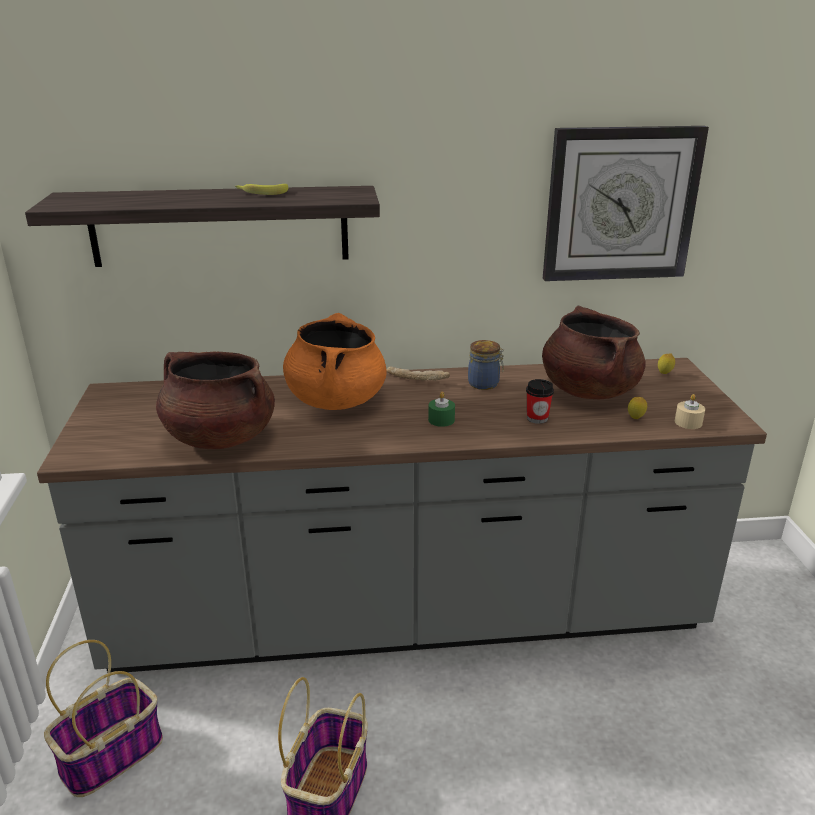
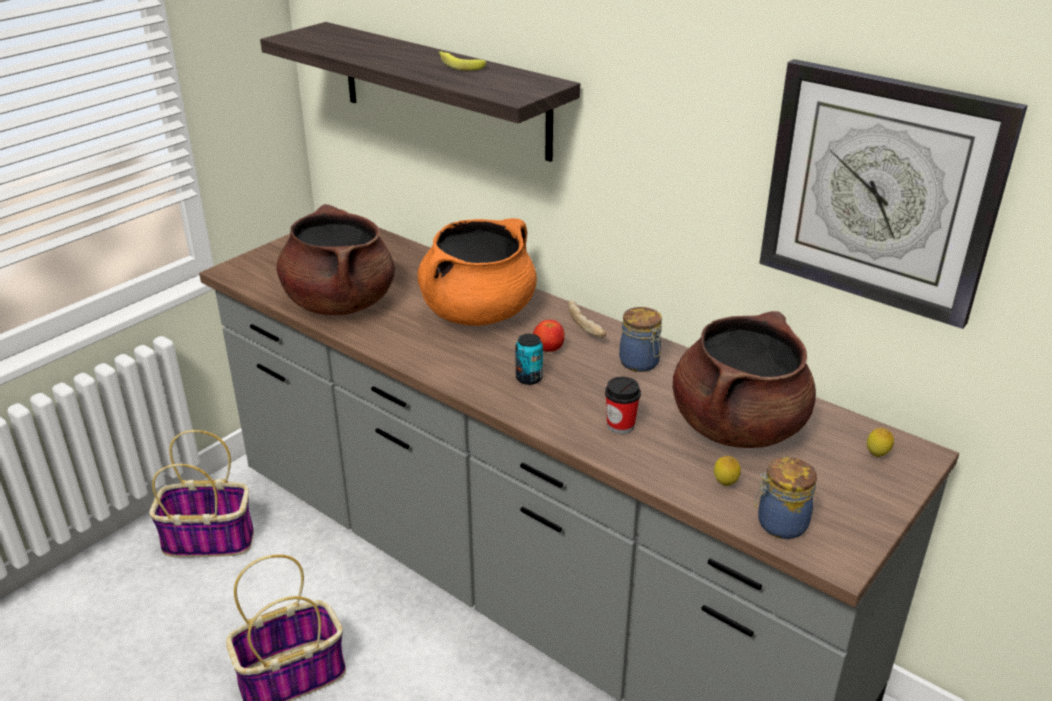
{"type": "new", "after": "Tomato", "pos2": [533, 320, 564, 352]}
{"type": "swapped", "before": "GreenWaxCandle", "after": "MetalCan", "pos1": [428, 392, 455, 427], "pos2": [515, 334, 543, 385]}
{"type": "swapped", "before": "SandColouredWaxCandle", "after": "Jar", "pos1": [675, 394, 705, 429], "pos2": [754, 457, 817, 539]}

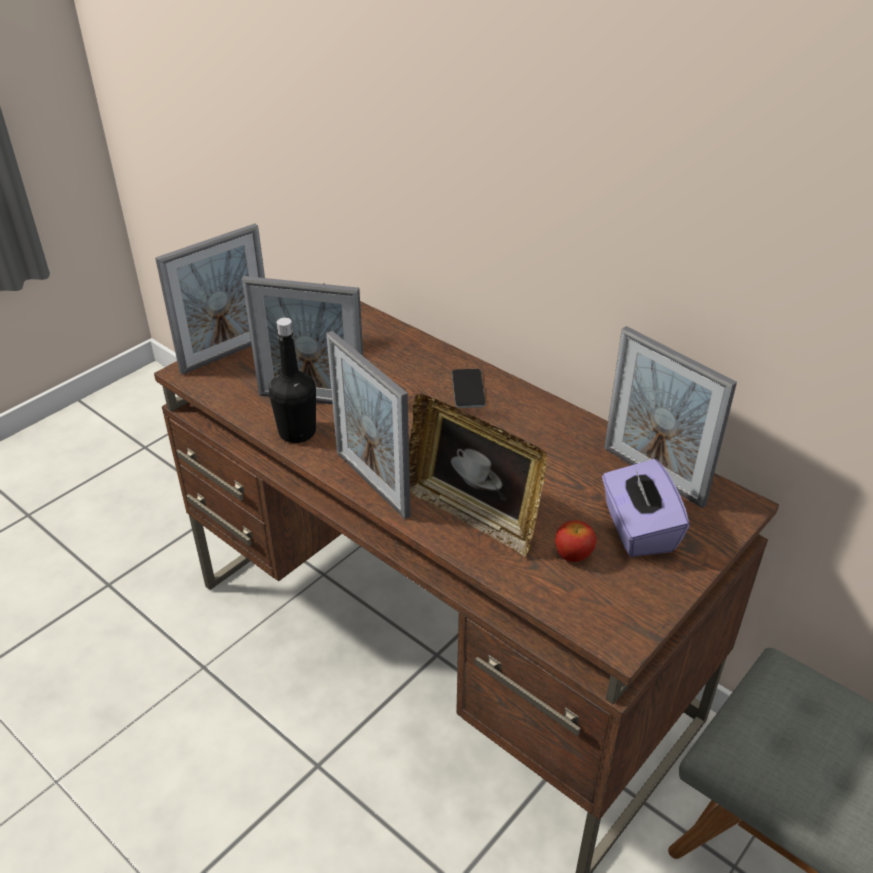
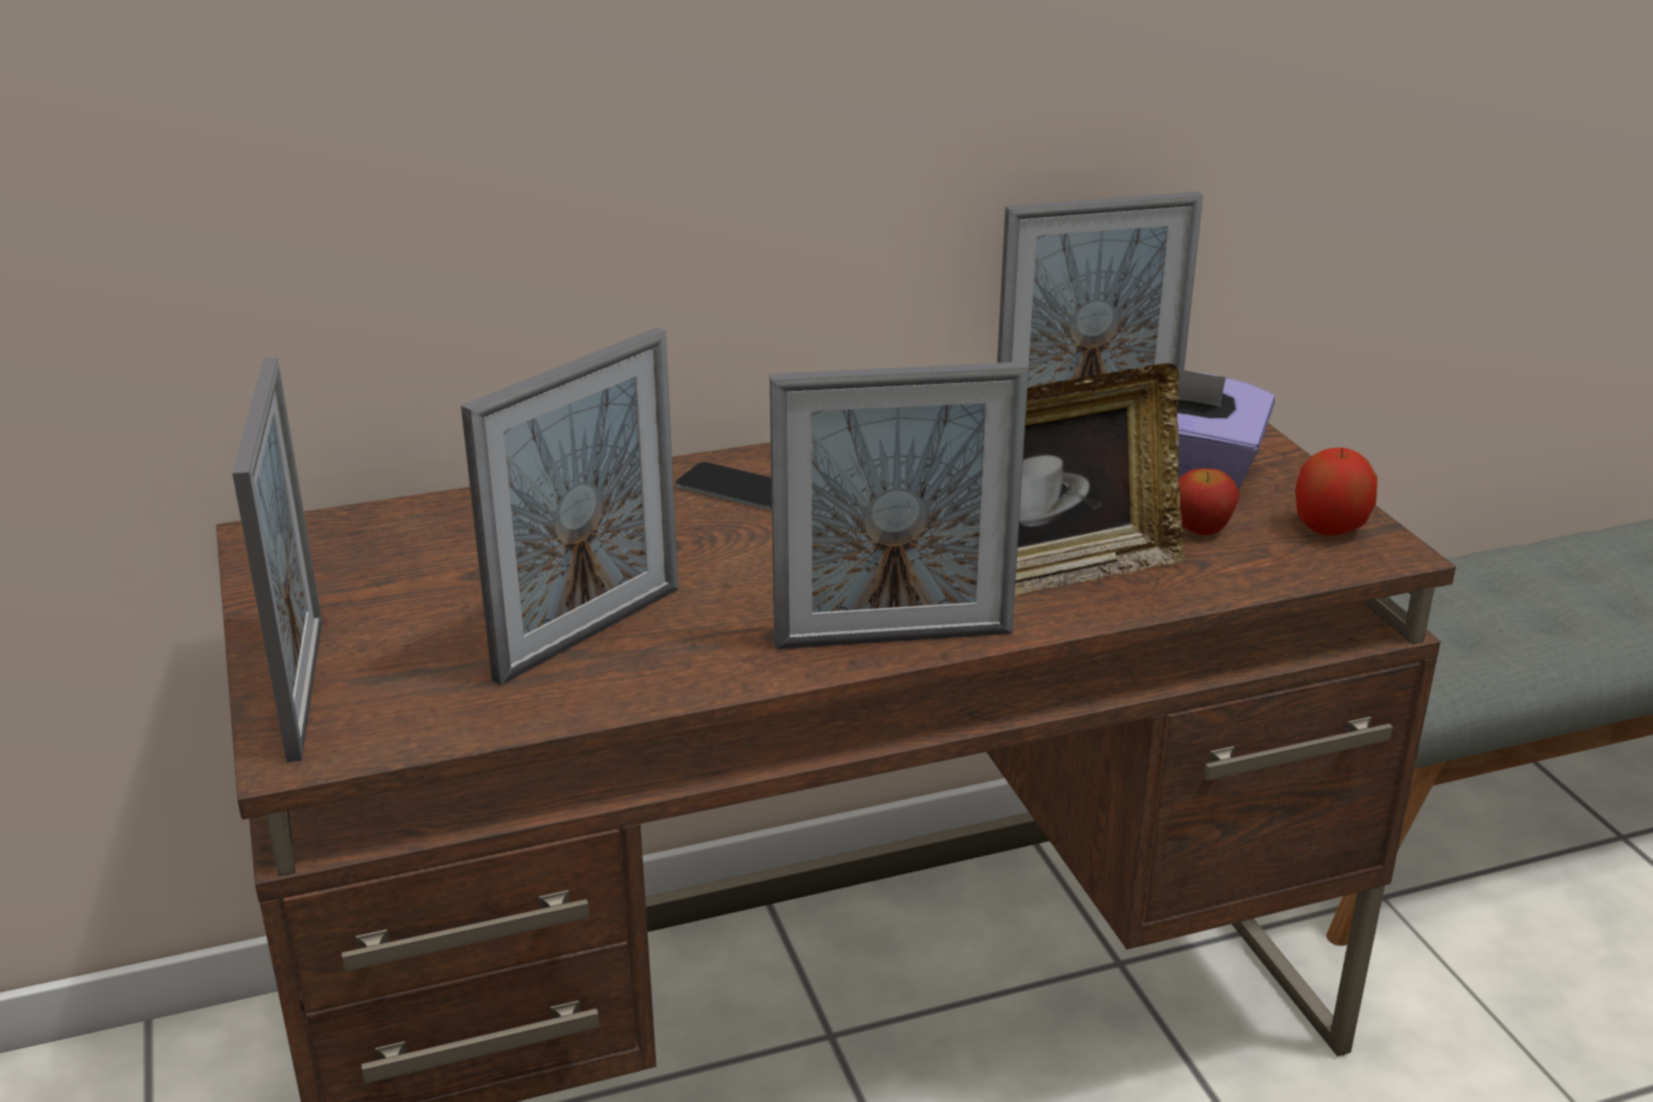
{"type": "gone", "before": "BlackColouredBottle", "pos1": [269, 318, 316, 443]}
{"type": "new", "after": "WholeApple", "pos2": [1295, 447, 1378, 536]}

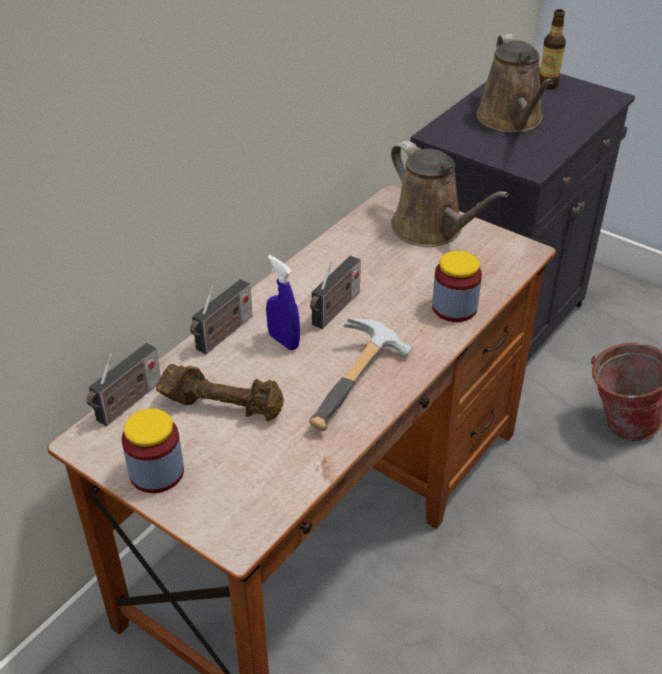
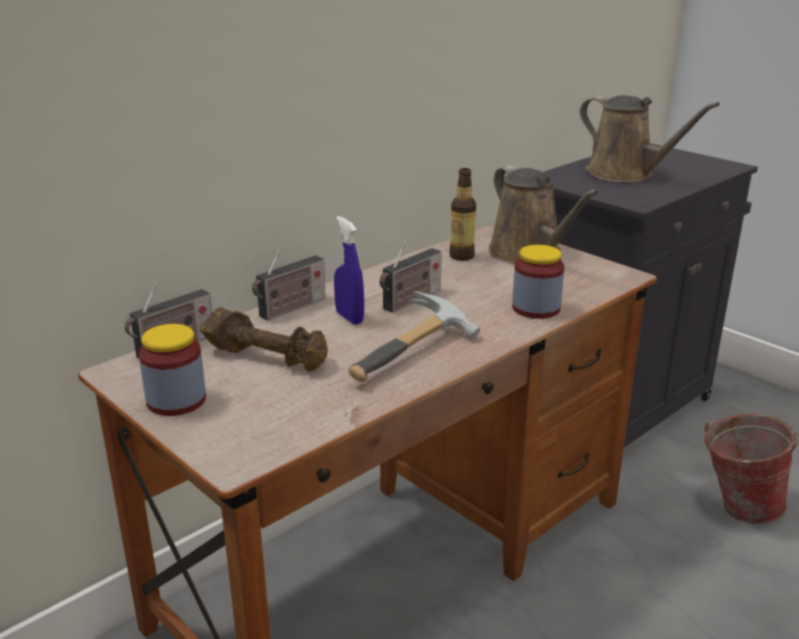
{"type": "shifted", "before": "Bottle", "pos1": [540, 9, 566, 89], "pos2": [449, 168, 476, 261]}
{"type": "rotated", "before": "BrownColouredSprinklingCan", "pos1": [476, 34, 553, 133], "pos2": [580, 95, 720, 182], "turn": -45}

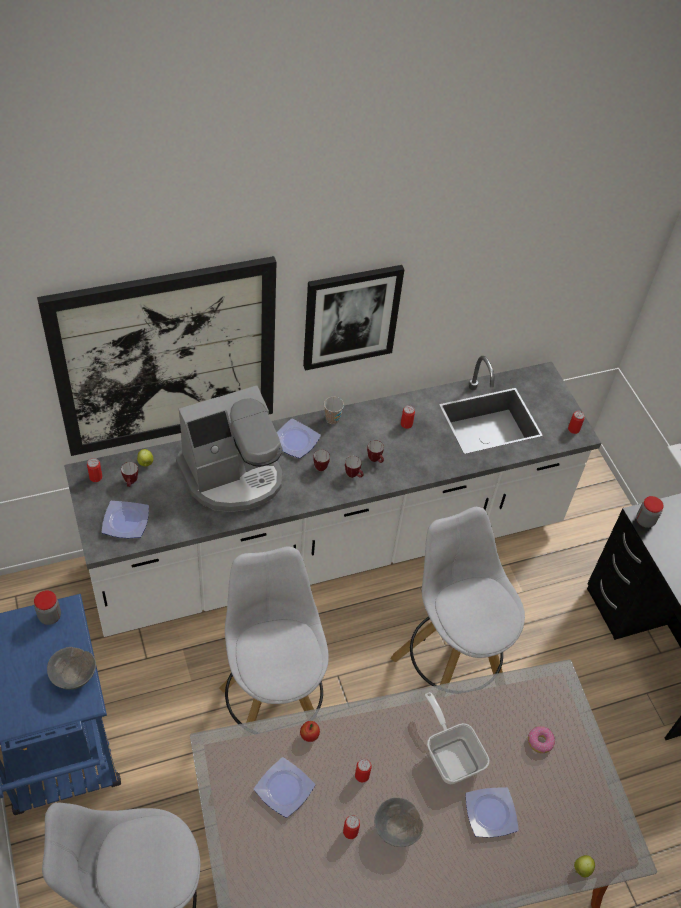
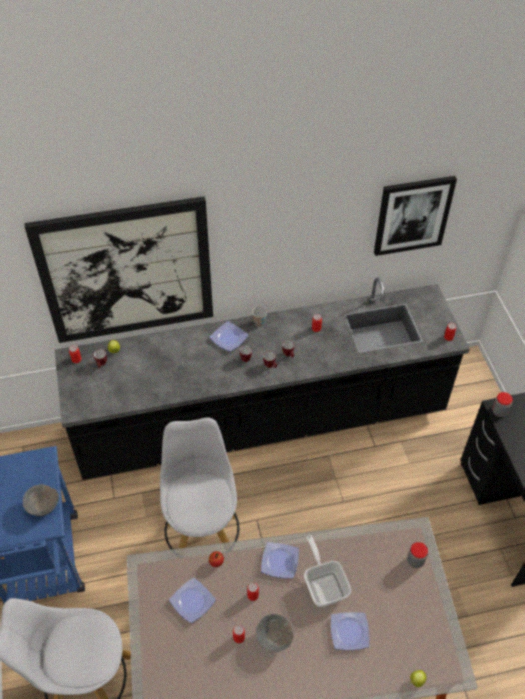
{"type": "gone", "before": "CoffeeMaker", "pos1": [176, 385, 283, 512]}
{"type": "gone", "before": "WhitishSittingStool", "pos1": [390, 507, 525, 686]}
{"type": "gone", "before": "RingDoughnut", "pos1": [528, 726, 555, 753]}
{"type": "shifted", "before": "Jar", "pos1": [34, 591, 61, 625], "pos2": [407, 542, 428, 568]}
{"type": "shifted", "before": "DinnerPlate", "pos1": [102, 501, 149, 538], "pos2": [261, 542, 299, 578]}
{"type": "shifted", "before": "WallArt", "pos1": [303, 265, 404, 371], "pos2": [374, 176, 457, 256]}
{"type": "repainted", "before": "WhitishKitchenCounter", "after": "BlackColouredKitchenCounter", "pos1": [64, 356, 601, 637], "pos2": [55, 277, 470, 480]}

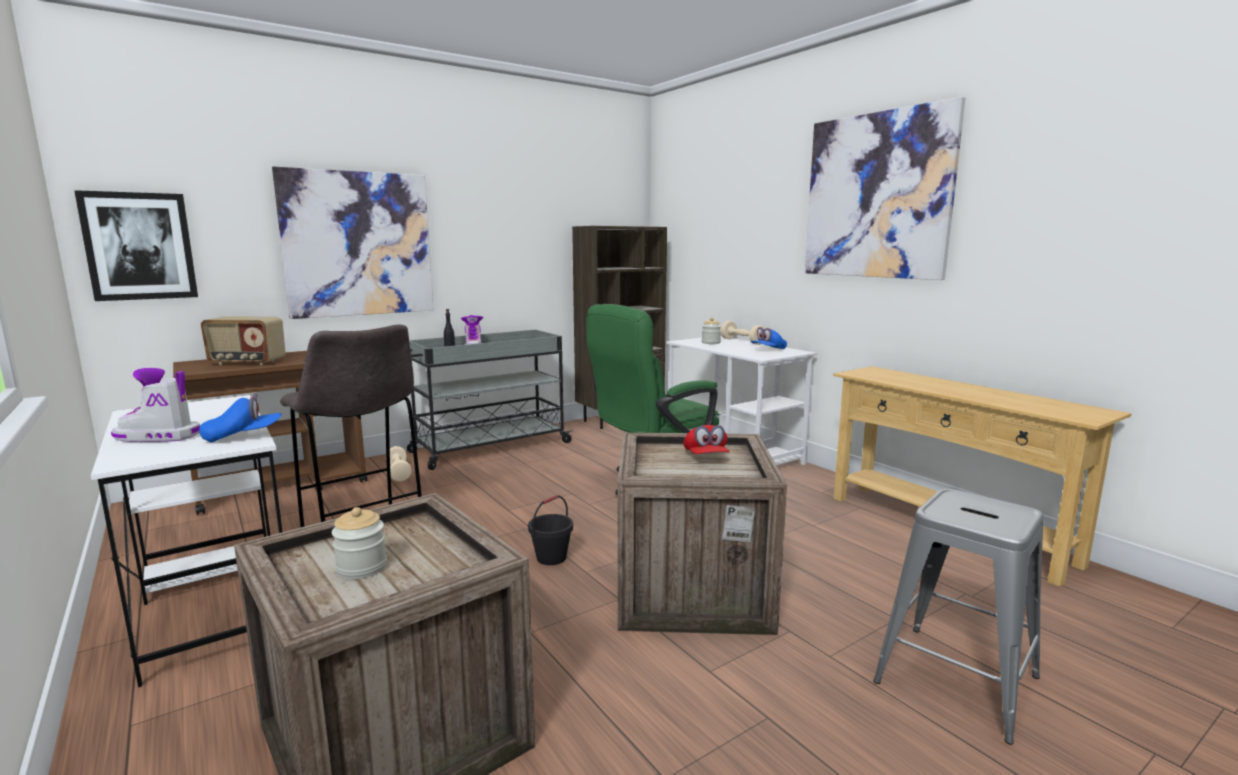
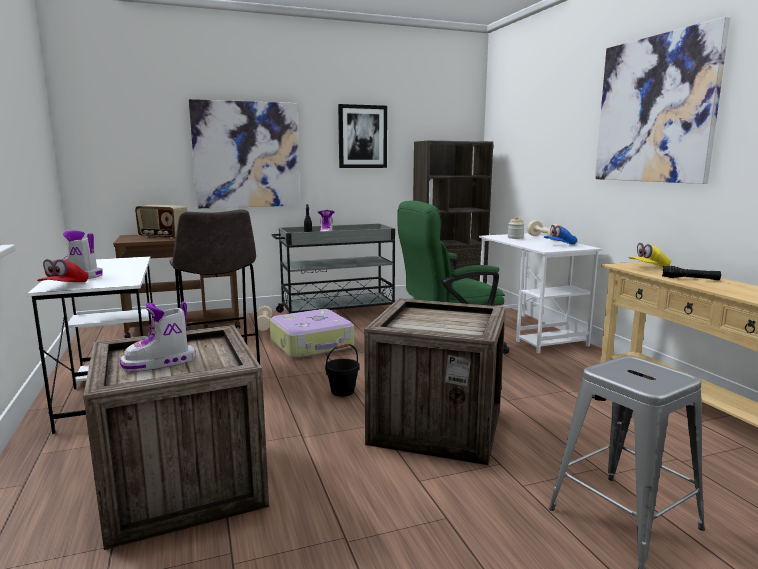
{"type": "gone", "before": "BluePeakedCap", "pos1": [199, 393, 282, 442]}
{"type": "new", "after": "TravelCase", "pos2": [270, 309, 354, 359]}
{"type": "new", "after": "YellowColouredPeakedCap", "pos2": [629, 243, 671, 267]}
{"type": "new", "after": "BlackColouredHandTorch", "pos2": [662, 266, 721, 280]}
{"type": "shifted", "before": "WallArt", "pos1": [74, 190, 198, 301], "pos2": [338, 104, 387, 168]}
{"type": "shifted", "before": "ReddishPeakedCap", "pos1": [684, 425, 730, 454], "pos2": [37, 259, 88, 282]}
{"type": "swapped", "before": "Jar", "after": "HighTopBoot", "pos1": [332, 507, 387, 579], "pos2": [120, 301, 196, 372]}

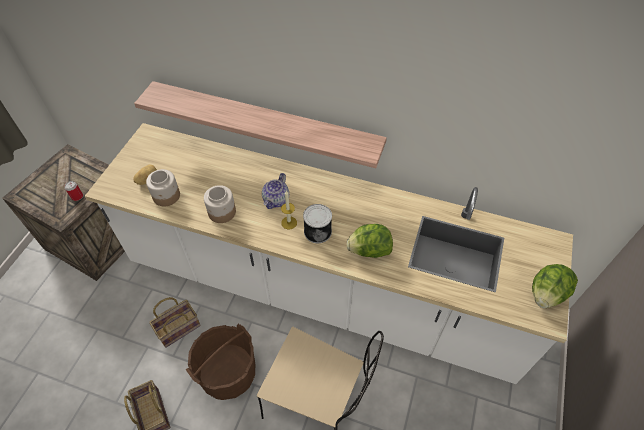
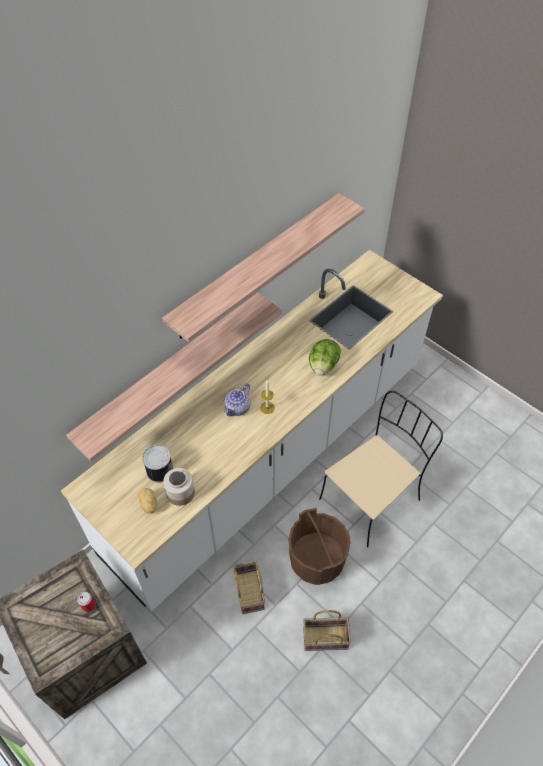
{"type": "gone", "before": "Jar", "pos1": [204, 185, 236, 223]}
{"type": "gone", "before": "HeadOfLettuce", "pos1": [532, 264, 578, 308]}
{"type": "new", "after": "BracketShelf", "pos2": [162, 193, 365, 342]}
{"type": "shifted", "before": "MetalCan", "pos1": [303, 204, 332, 243], "pos2": [142, 445, 174, 483]}
{"type": "rotated", "before": "PotForTea", "pos1": [262, 173, 289, 209], "pos2": [224, 383, 251, 416], "turn": 75}

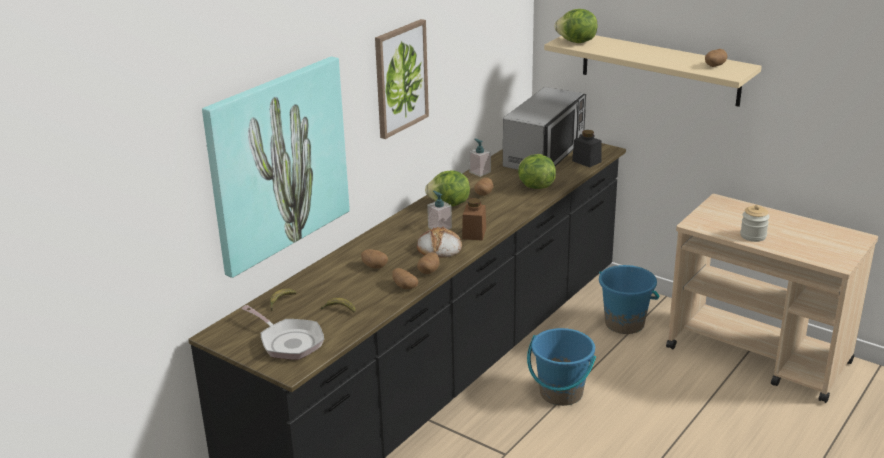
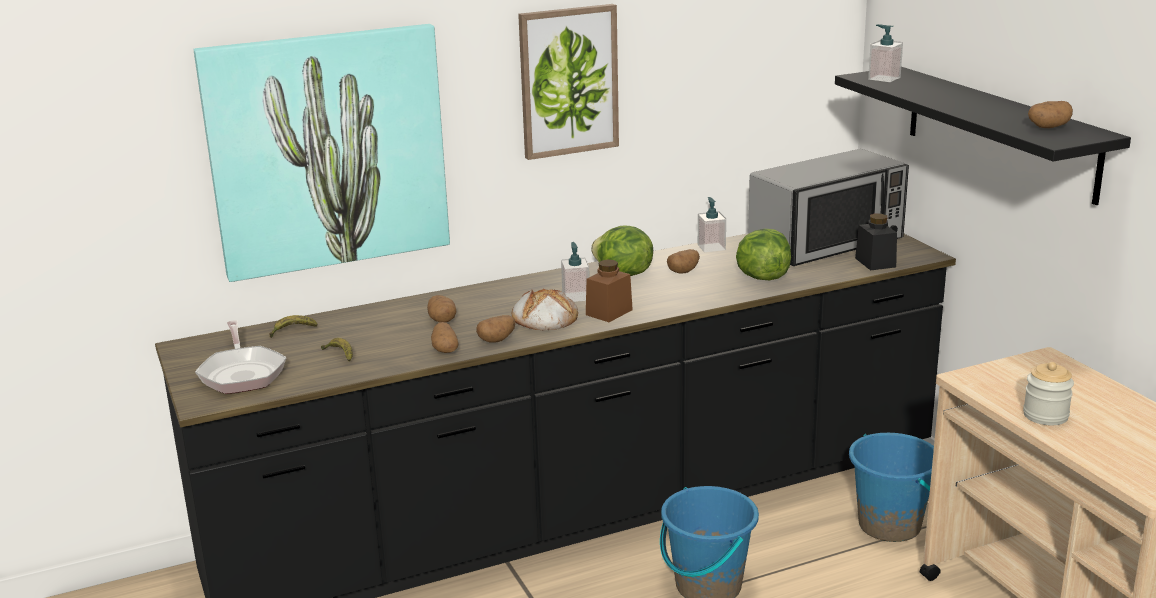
{"type": "swapped", "before": "HeadOfLettuce", "after": "LiquidSoapBottle", "pos1": [554, 9, 598, 43], "pos2": [868, 24, 903, 82]}
{"type": "repainted", "before": "SandColouredBracketShelf", "after": "BlackColouredBracketShelf", "pos1": [544, 35, 762, 107], "pos2": [835, 67, 1131, 205]}

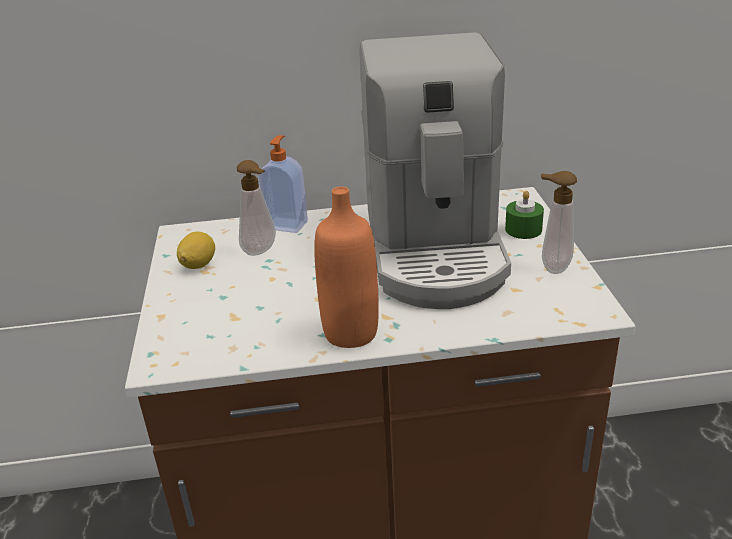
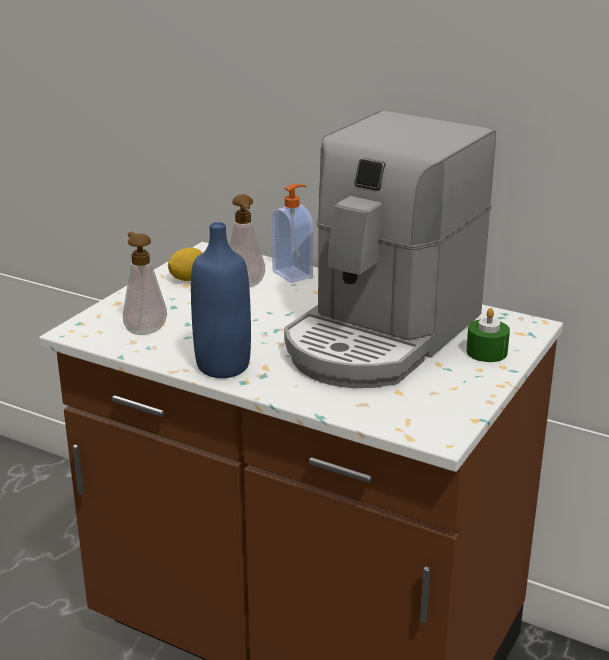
{"type": "shifted", "before": "LiquidSoapBottle", "pos1": [541, 171, 577, 274], "pos2": [123, 232, 167, 335]}
{"type": "repainted", "before": "OrangeColouredBottle", "after": "BlueBottle", "pos1": [314, 186, 379, 348], "pos2": [191, 222, 251, 378]}

